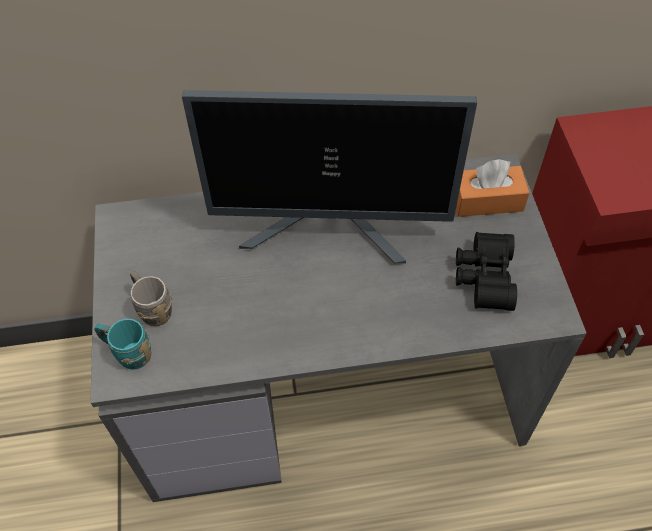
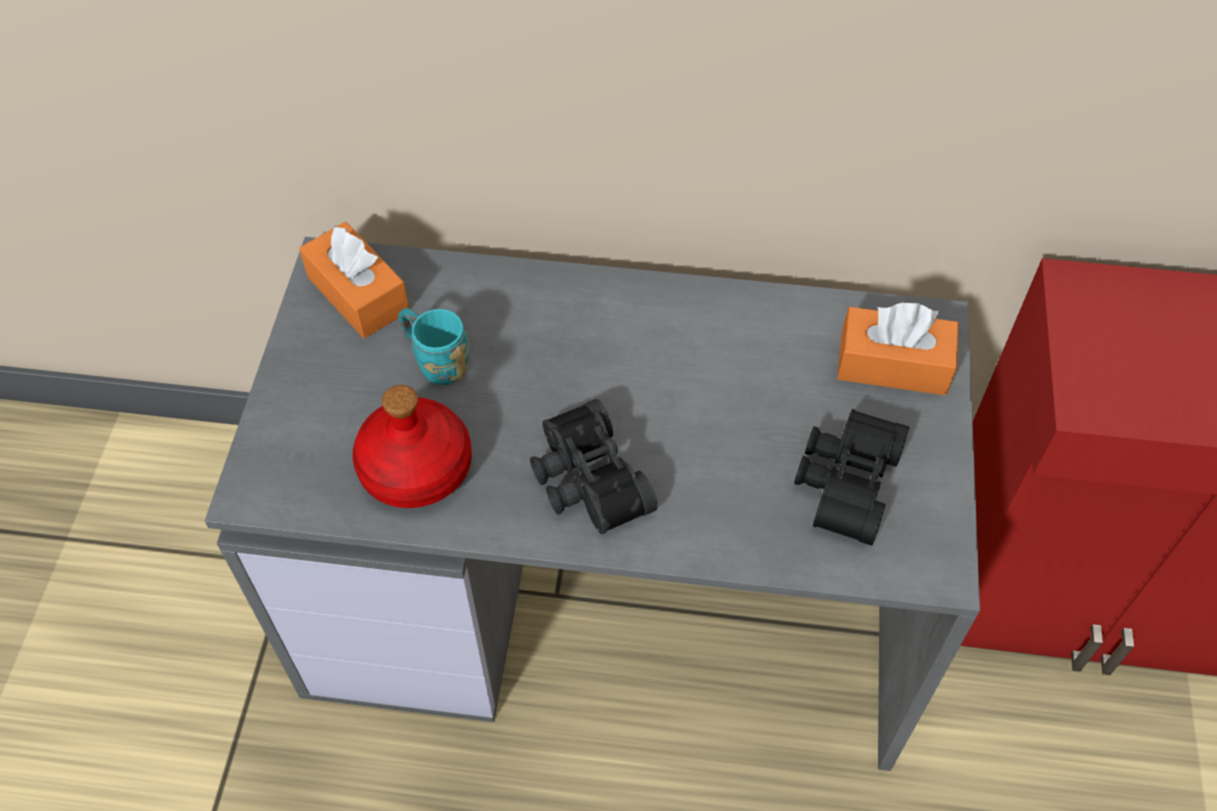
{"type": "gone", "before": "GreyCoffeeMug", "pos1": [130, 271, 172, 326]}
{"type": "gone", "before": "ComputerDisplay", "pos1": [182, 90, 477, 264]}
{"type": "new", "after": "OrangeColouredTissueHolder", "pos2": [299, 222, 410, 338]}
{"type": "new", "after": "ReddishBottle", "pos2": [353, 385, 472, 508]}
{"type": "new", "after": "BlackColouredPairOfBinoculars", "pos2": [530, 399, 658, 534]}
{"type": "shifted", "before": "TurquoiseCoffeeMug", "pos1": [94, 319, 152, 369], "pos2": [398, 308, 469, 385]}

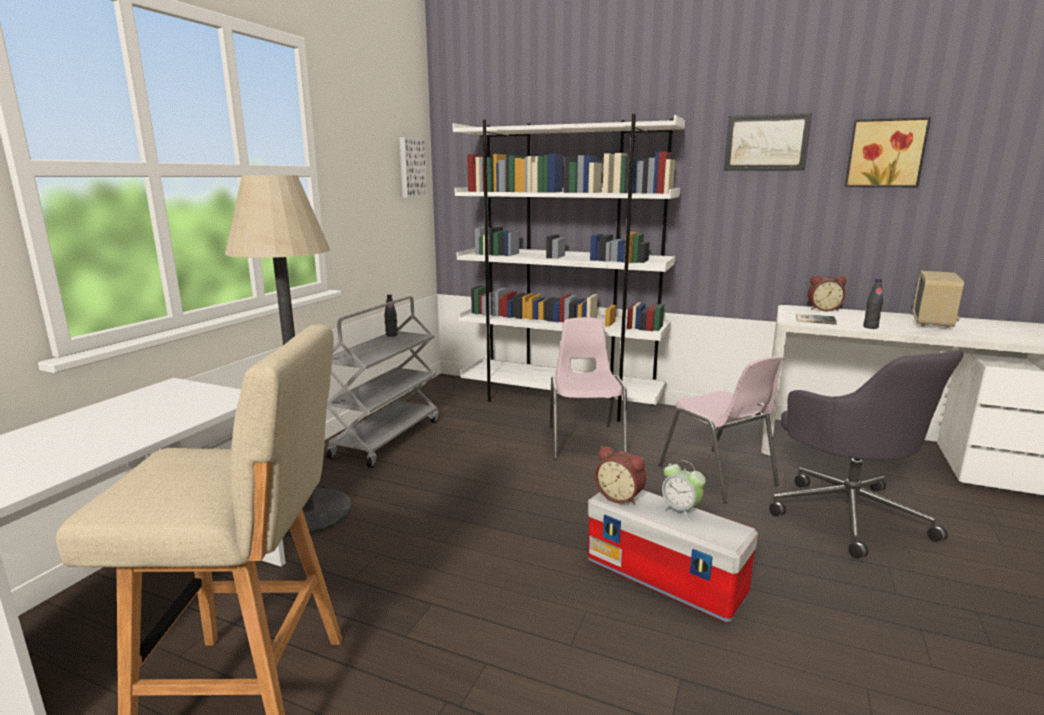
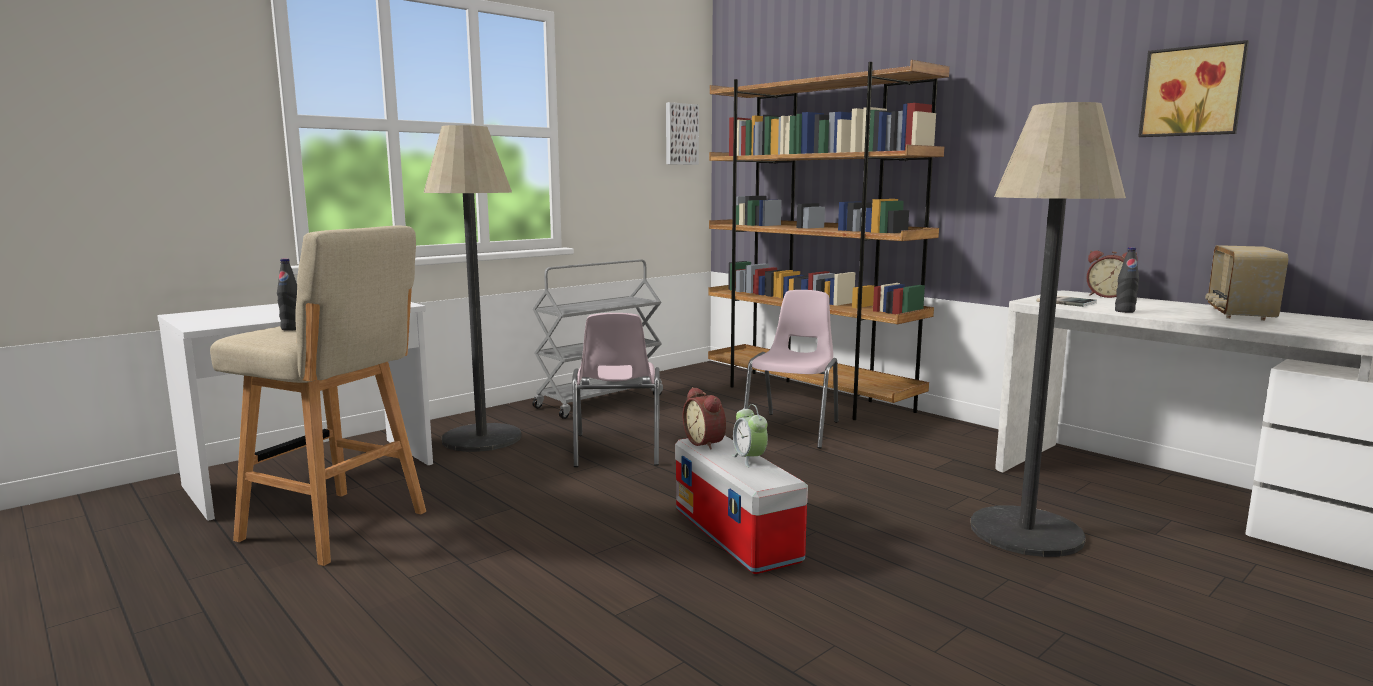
{"type": "gone", "before": "WallArt", "pos1": [724, 113, 812, 171]}
{"type": "shifted", "before": "BlackColouredBottle", "pos1": [384, 294, 398, 337], "pos2": [277, 258, 297, 331]}
{"type": "shifted", "before": "PinkishUprightChair", "pos1": [659, 356, 785, 503], "pos2": [572, 313, 660, 467]}
{"type": "swapped", "before": "GreyComputerChair", "after": "StandingLamp", "pos1": [769, 350, 963, 558], "pos2": [970, 102, 1126, 557]}
{"type": "repainted", "before": "WhitishBookcase", "after": "BrownColouredBookcase", "pos1": [453, 114, 685, 422], "pos2": [708, 60, 950, 420]}
{"type": "rotated", "before": "RadioSet", "pos1": [913, 271, 964, 329], "pos2": [1205, 245, 1288, 321], "turn": 150}

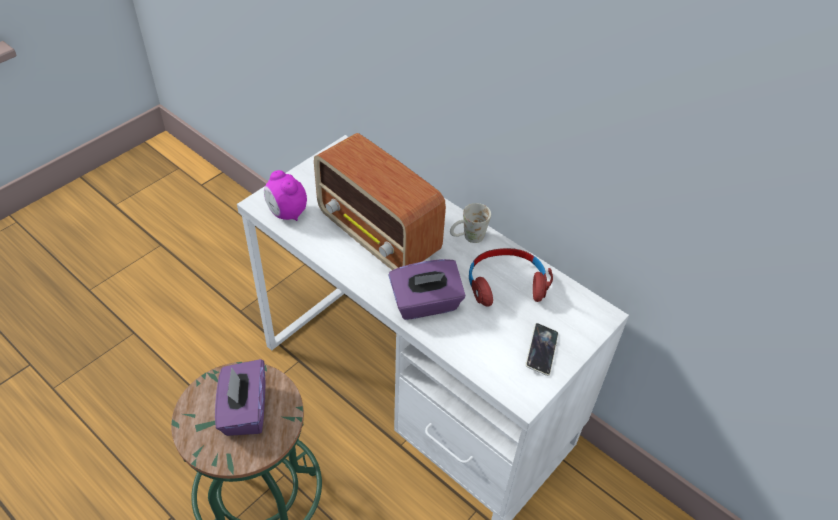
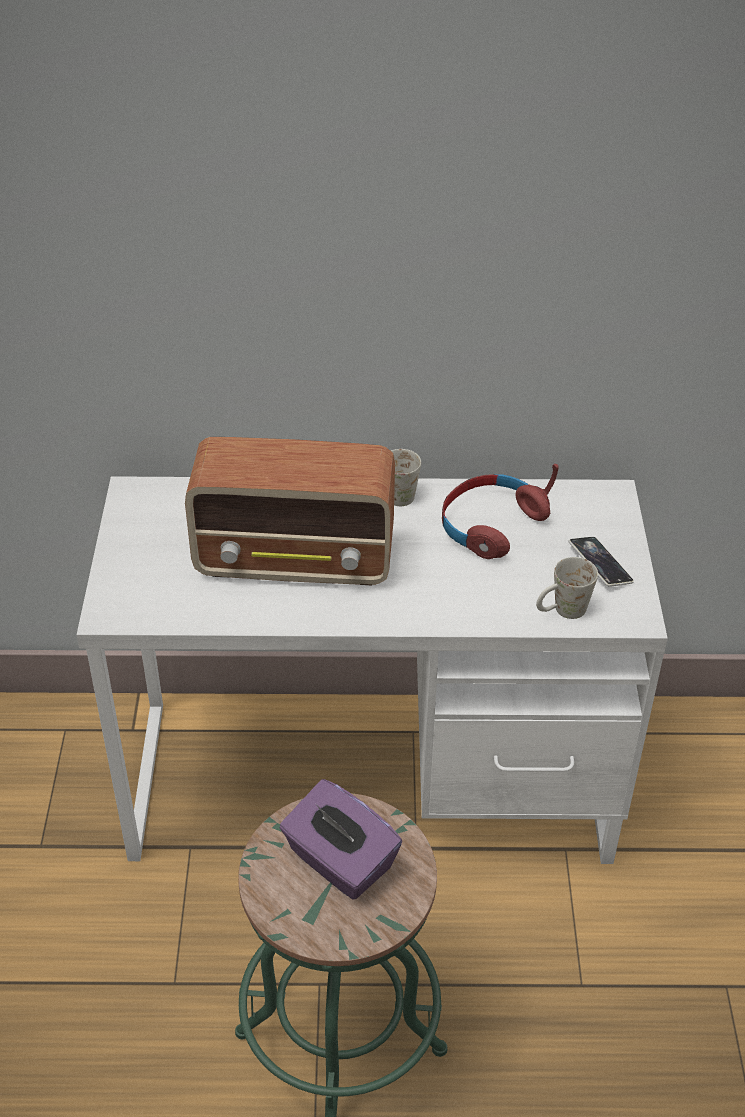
{"type": "gone", "before": "AlarmClock", "pos1": [264, 170, 307, 221]}
{"type": "gone", "before": "PurpleTissueHolder", "pos1": [388, 259, 466, 320]}
{"type": "new", "after": "WhitishCoffeeMug", "pos2": [536, 557, 598, 619]}

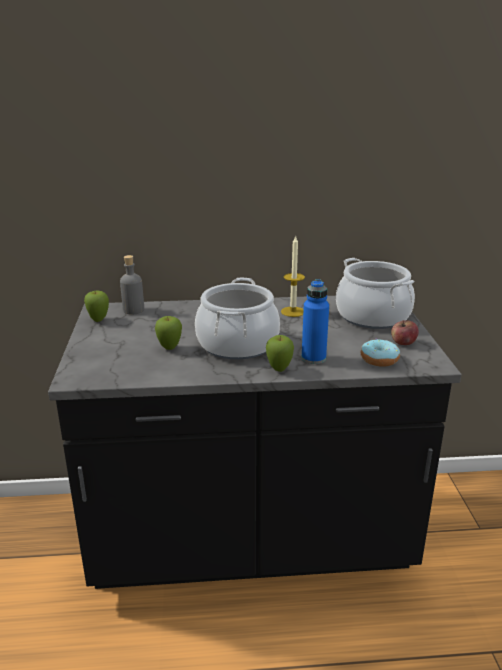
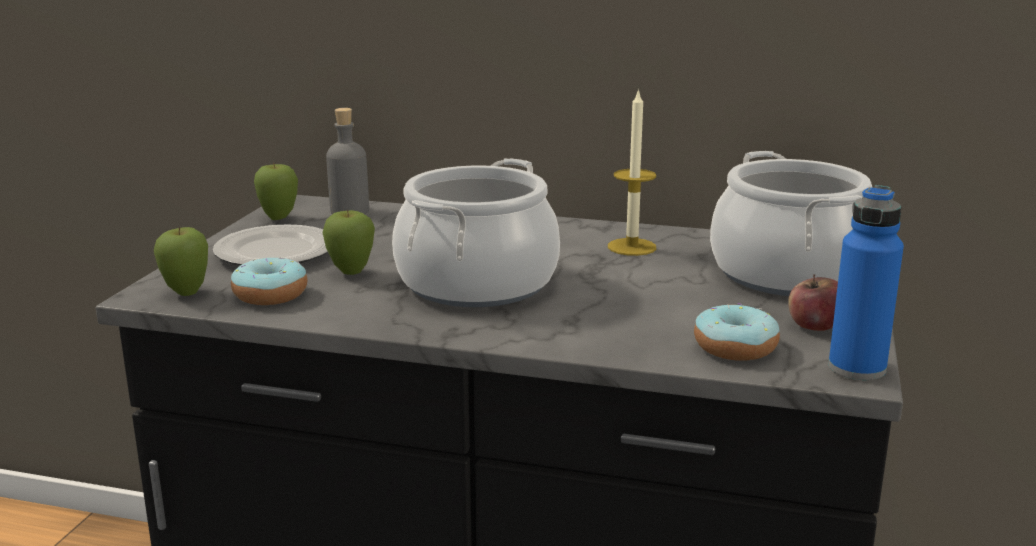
{"type": "new", "after": "DinnerPlate", "pos2": [213, 224, 328, 265]}
{"type": "new", "after": "RingDoughnut", "pos2": [231, 258, 308, 305]}
{"type": "shifted", "before": "WholeApple", "pos1": [266, 335, 294, 372], "pos2": [154, 227, 208, 296]}
{"type": "shifted", "before": "BlueBottle", "pos1": [302, 279, 329, 364], "pos2": [828, 185, 904, 380]}

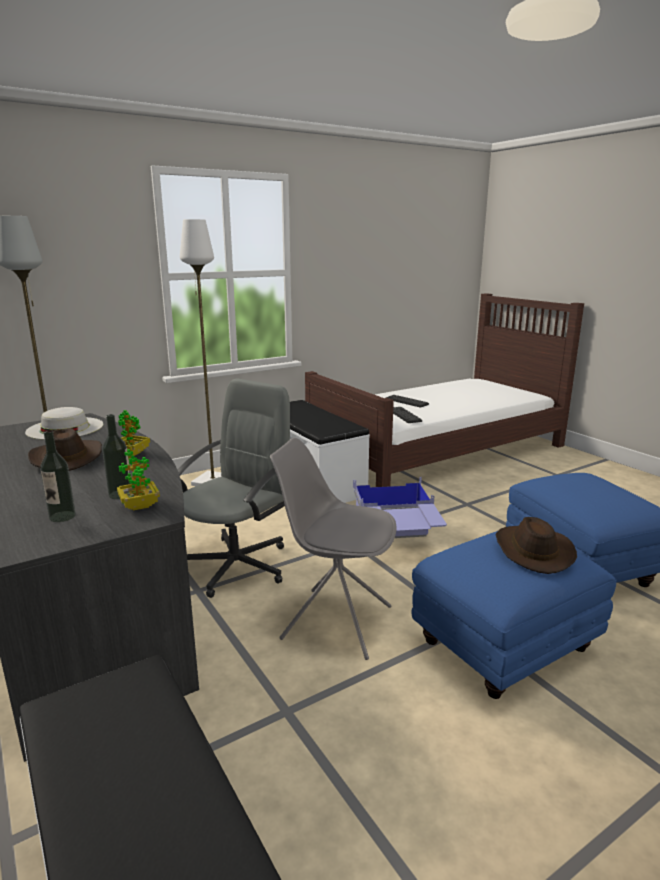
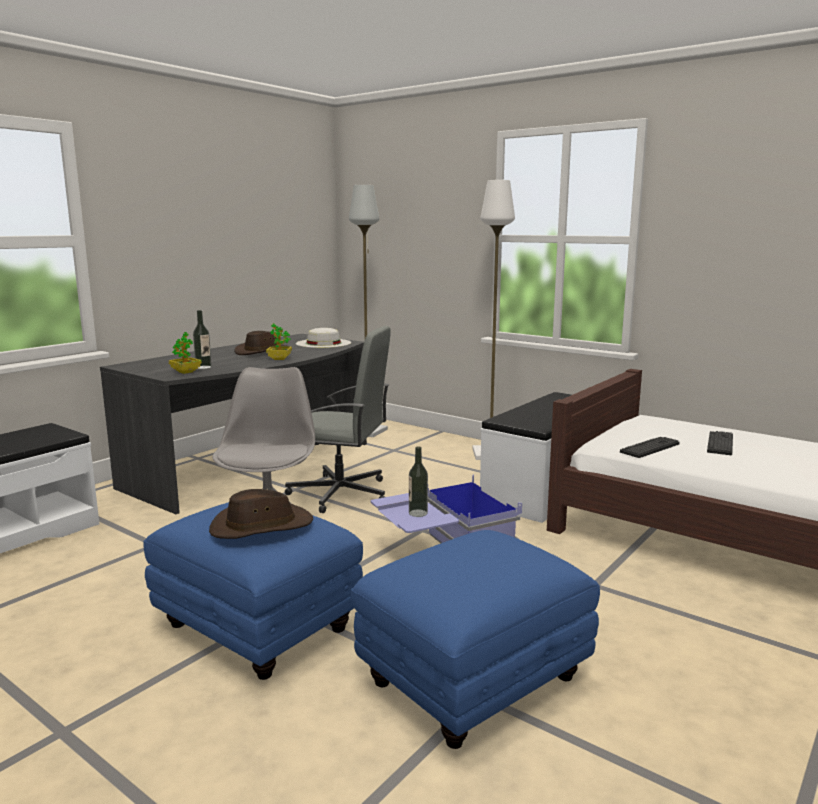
{"type": "shifted", "before": "Bottle", "pos1": [40, 430, 76, 522], "pos2": [409, 446, 428, 517]}

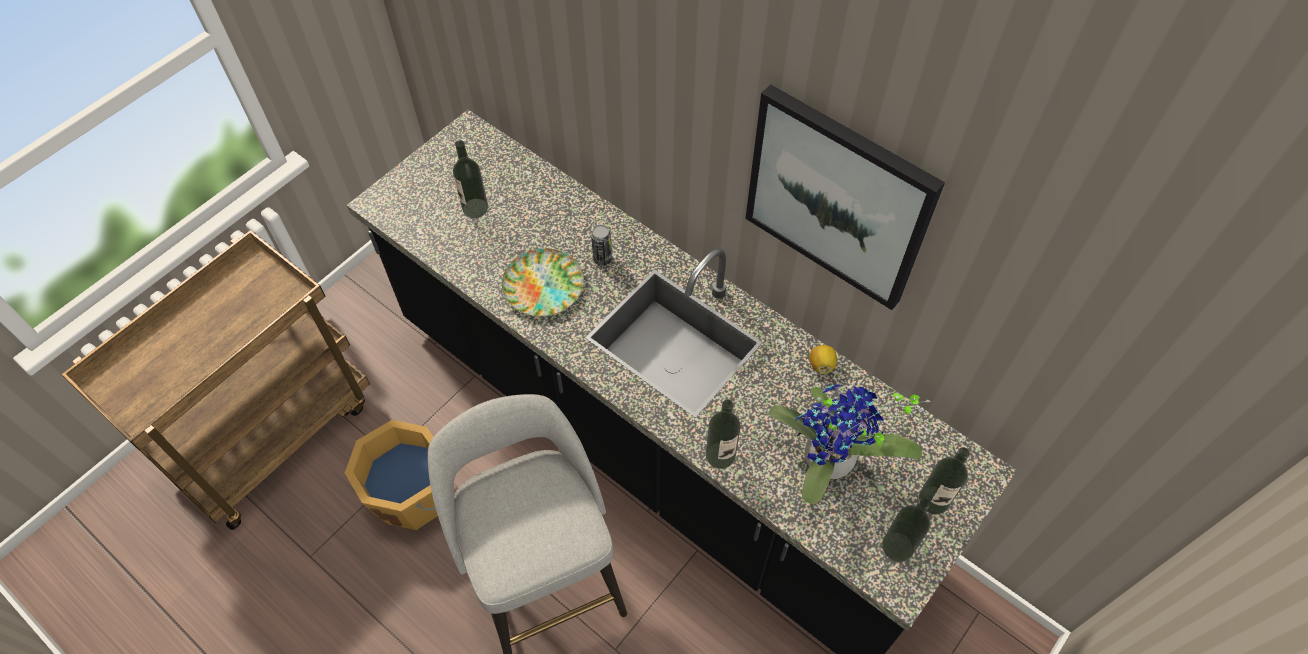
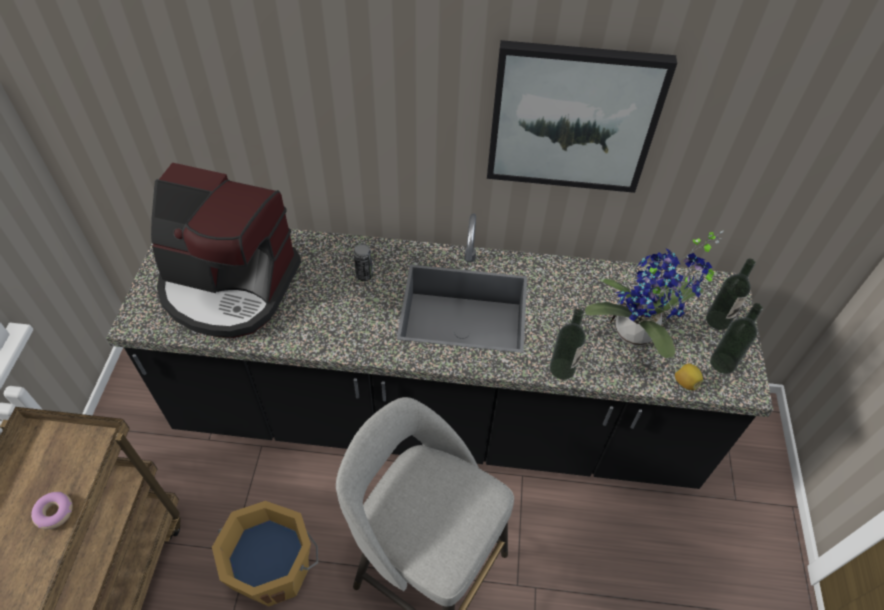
{"type": "gone", "before": "DinnerPlate", "pos1": [501, 248, 584, 316]}
{"type": "new", "after": "RingDoughnut", "pos2": [31, 492, 73, 530]}
{"type": "shifted", "before": "Lemon", "pos1": [809, 345, 837, 374], "pos2": [675, 364, 703, 390]}
{"type": "swapped", "before": "Bottle", "after": "CoffeeMaker", "pos1": [453, 140, 488, 218], "pos2": [151, 163, 301, 338]}

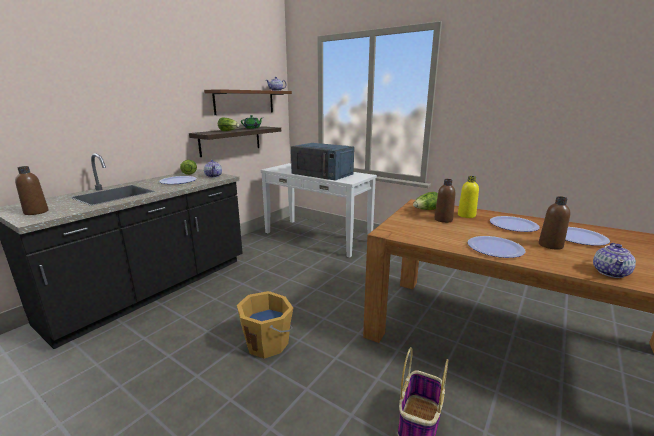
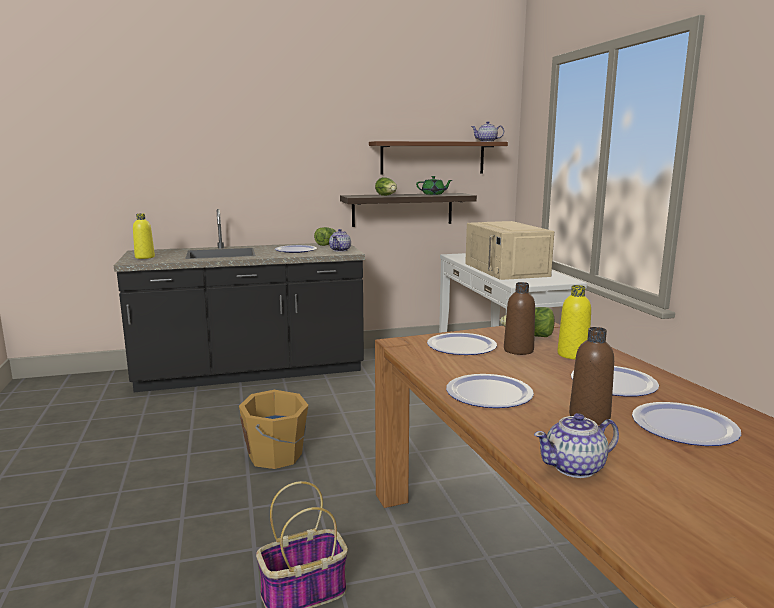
{"type": "new", "after": "DinnerPlate", "pos2": [427, 333, 497, 355]}
{"type": "repainted", "before": "BrownColouredBottle", "after": "YellowColouredBottle", "pos1": [15, 166, 48, 215], "pos2": [133, 213, 155, 259]}
{"type": "repainted", "before": "BlueKitchenMicrowave", "after": "SandColouredKitchenMicrowave", "pos1": [291, 143, 354, 180], "pos2": [465, 221, 554, 280]}

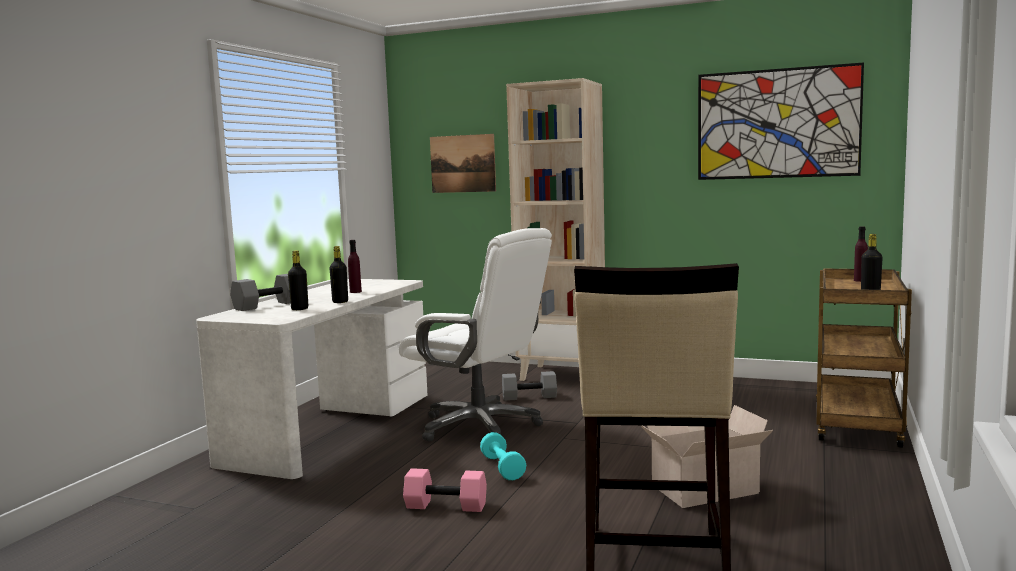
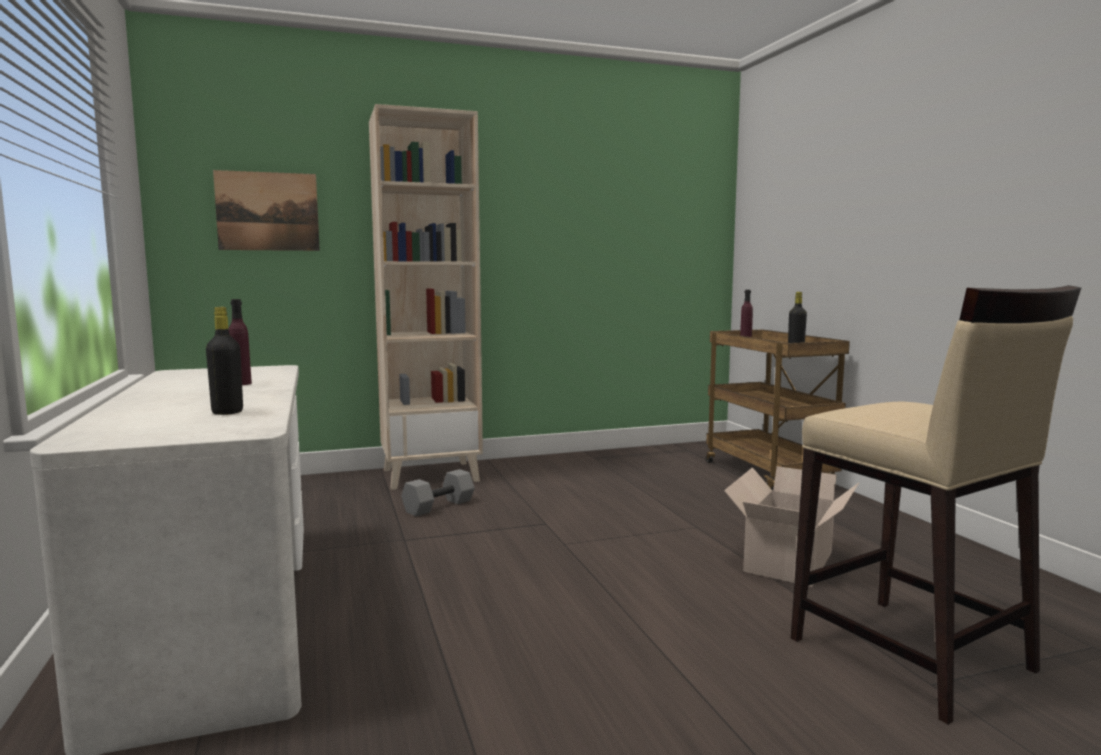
{"type": "gone", "before": "GreyFreeWeight", "pos1": [230, 274, 290, 311]}
{"type": "gone", "before": "BlackColouredBottle", "pos1": [329, 246, 348, 303]}
{"type": "gone", "before": "WhitishComputerChair", "pos1": [399, 228, 552, 442]}
{"type": "gone", "before": "PinkishFreeWeight", "pos1": [403, 468, 487, 512]}
{"type": "gone", "before": "TurquoiseFreeWeight", "pos1": [480, 432, 526, 480]}
{"type": "gone", "before": "WallArt", "pos1": [698, 62, 864, 180]}

